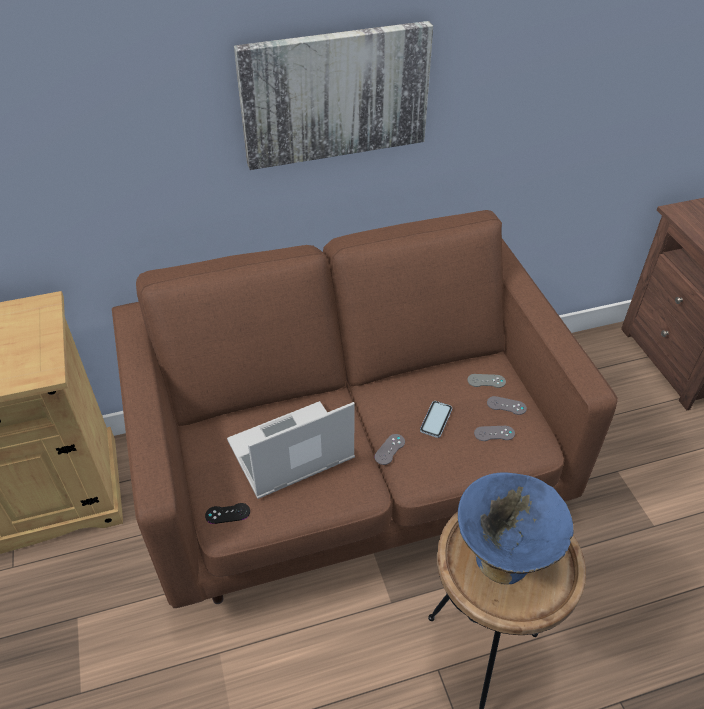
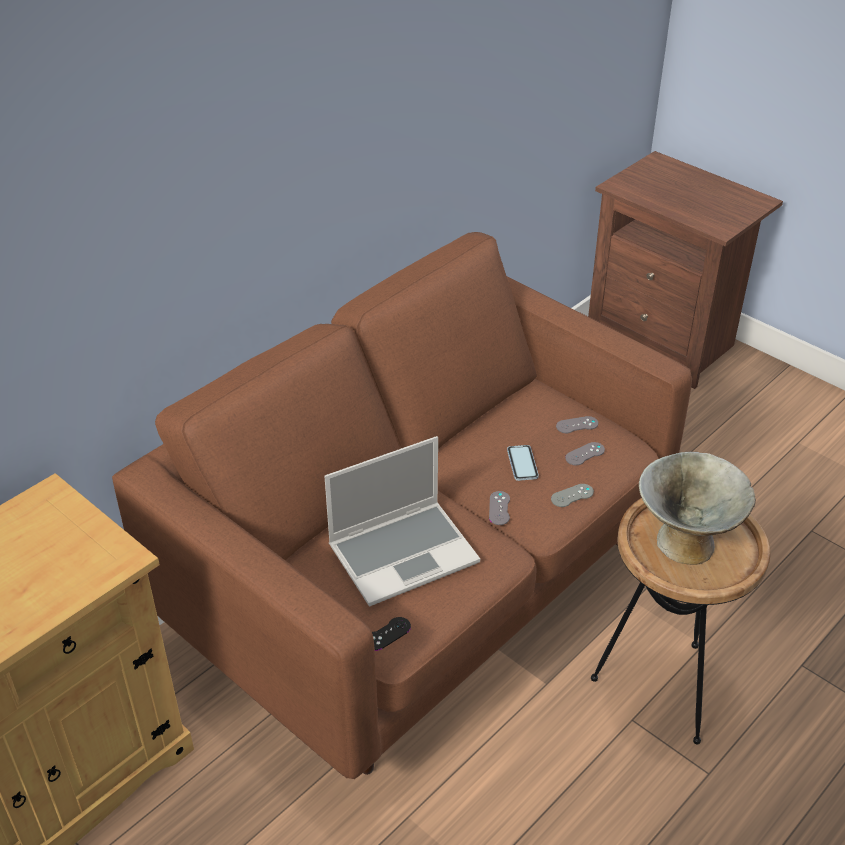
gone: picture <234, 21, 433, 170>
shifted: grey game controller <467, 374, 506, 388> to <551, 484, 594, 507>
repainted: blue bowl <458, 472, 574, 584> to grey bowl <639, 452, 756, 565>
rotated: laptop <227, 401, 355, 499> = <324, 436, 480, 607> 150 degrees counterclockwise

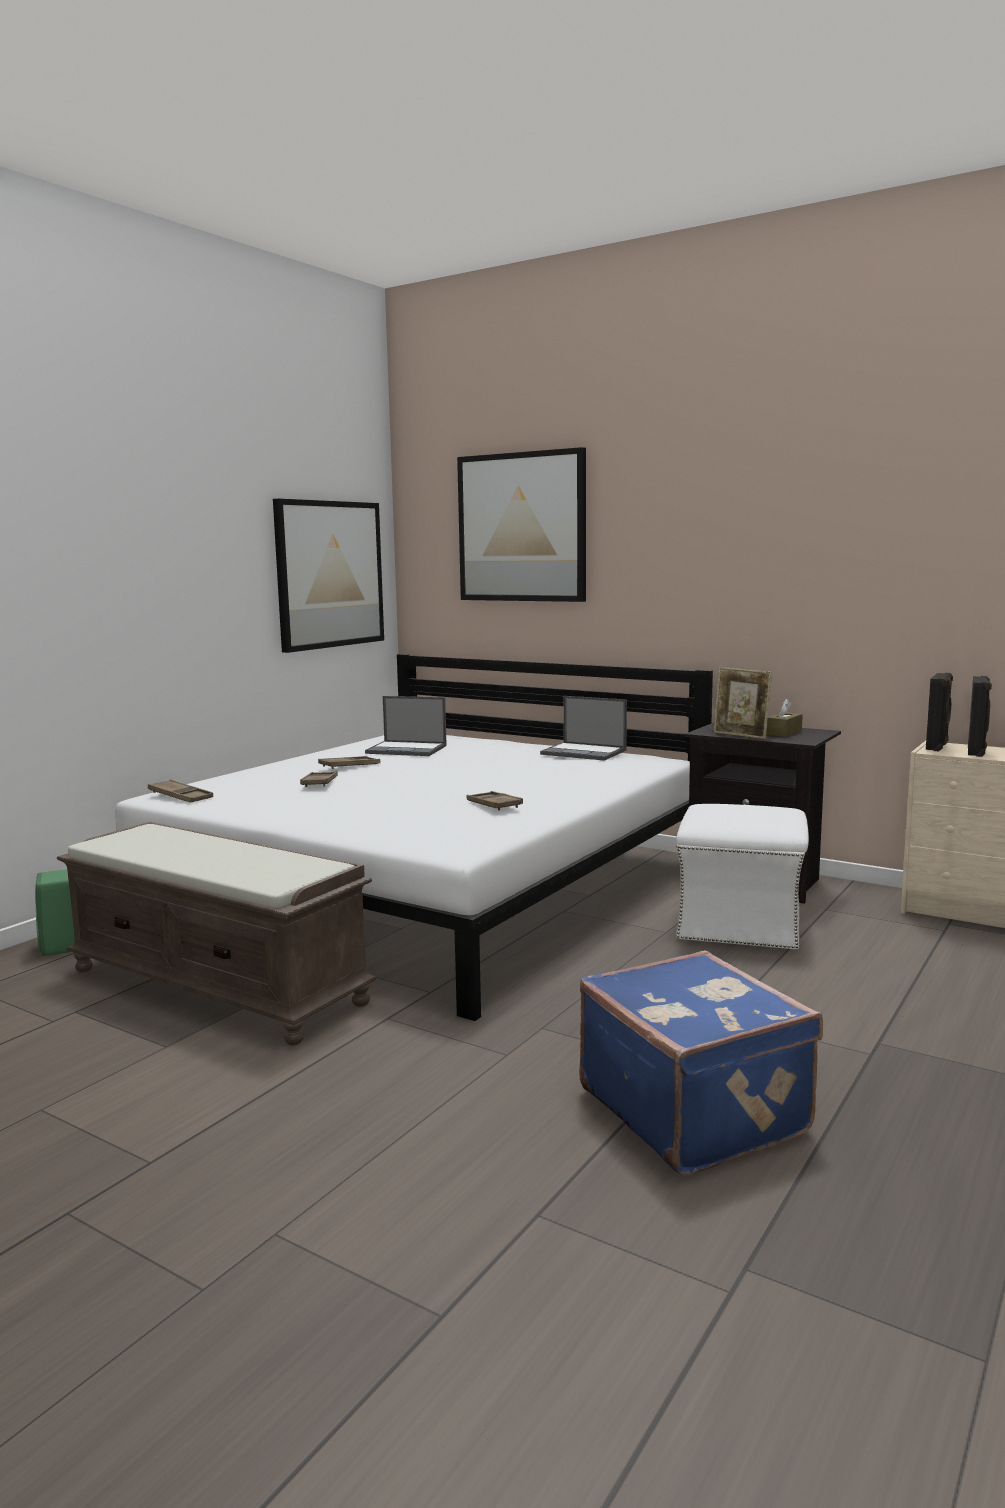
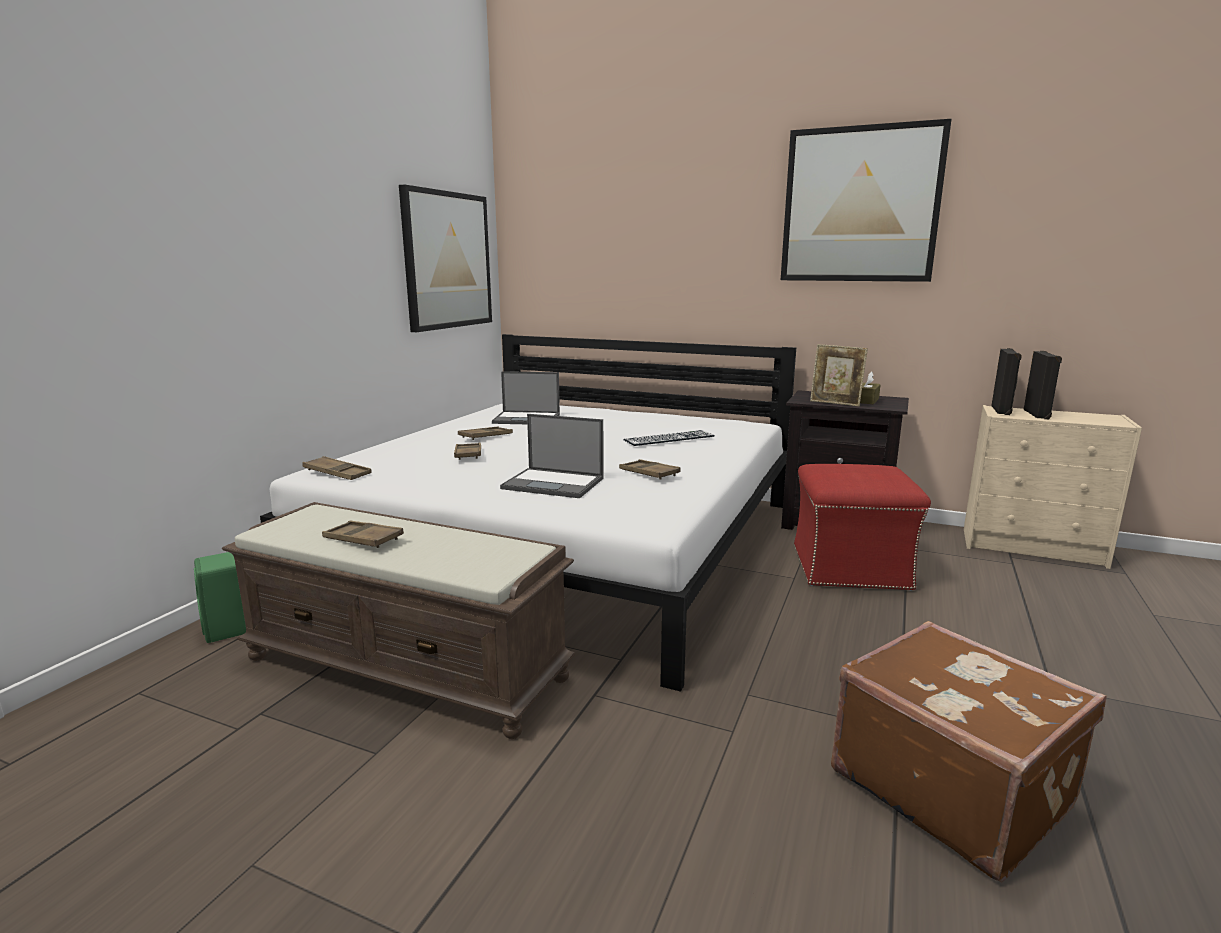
new: brown tray <322, 521, 404, 548>; keyboard <623, 430, 715, 446>
shifted: laptop <540, 696, 627, 761> to <500, 414, 604, 498>; picture <457, 447, 586, 602> to <781, 119, 951, 282>
repainted: white ottoman <676, 804, 809, 950> to red ottoman <794, 464, 931, 591>; blue suitcase <580, 950, 823, 1175> to brown suitcase <831, 621, 1107, 882>

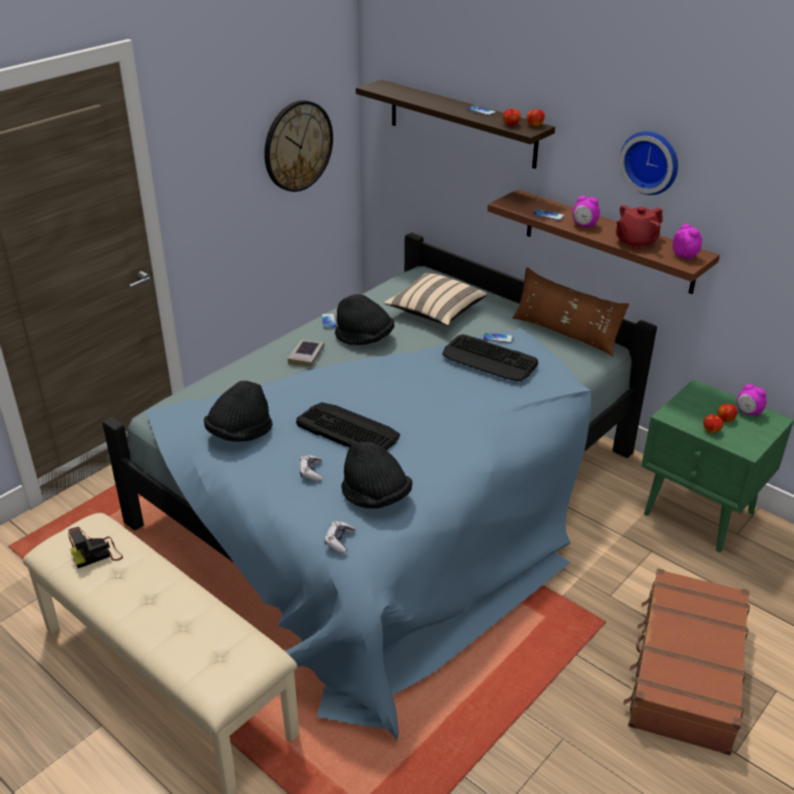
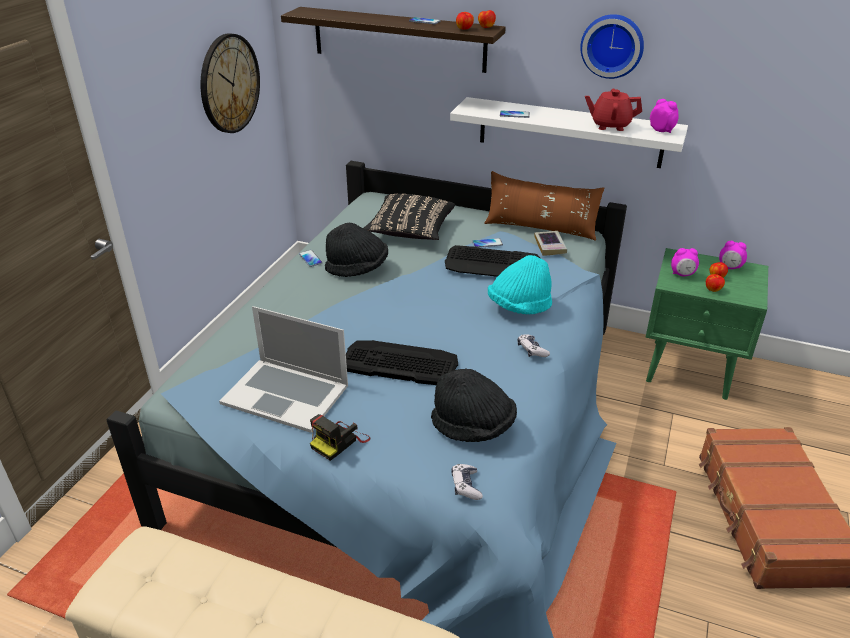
new: turquoise hat <488, 255, 552, 314>
shifted: photo camera <68, 527, 123, 568> to <310, 414, 371, 461>; game controller <300, 455, 322, 482> to <517, 334, 550, 357>; book <287, 340, 325, 366> to <534, 231, 567, 256>; alarm clock <572, 196, 600, 227> to <671, 248, 699, 276>
swapped: black hat <204, 380, 273, 442> to laptop <219, 306, 348, 433>
repainted: beige pillow <384, 273, 487, 326> to black pillow <364, 194, 455, 240>; brown shelf <487, 189, 720, 294> to white shelf <450, 97, 688, 168>
rotated: red teapot <616, 205, 663, 250> = <585, 89, 642, 131> 60 degrees clockwise

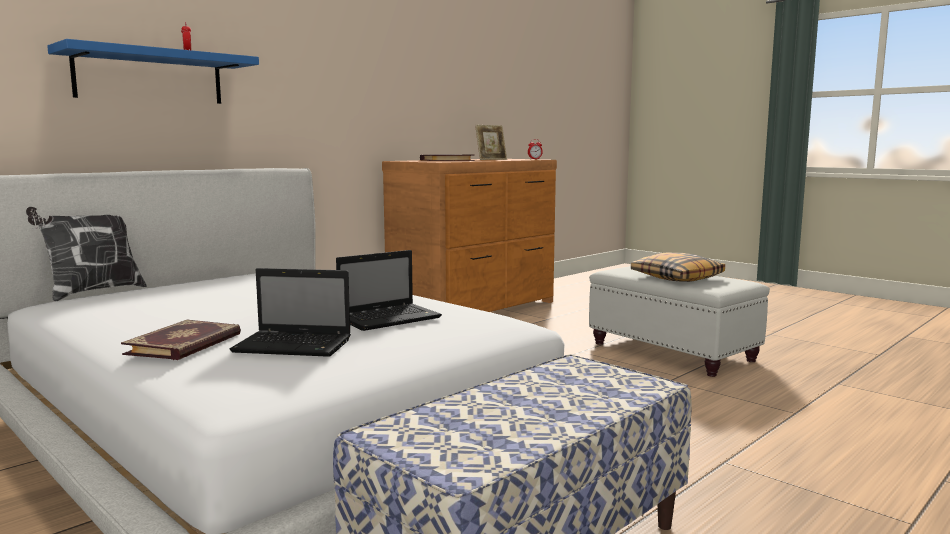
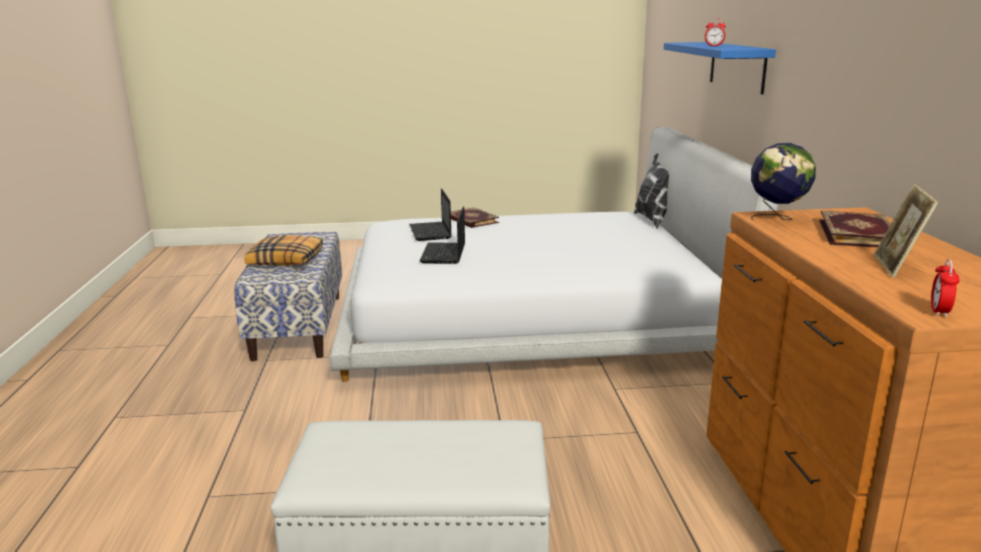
new: globe <750, 143, 816, 220>
shifted: pillow <631, 253, 725, 282> to <244, 235, 323, 266>
rotated: laptop <229, 268, 351, 357> = <409, 188, 451, 241> 60 degrees counterclockwise

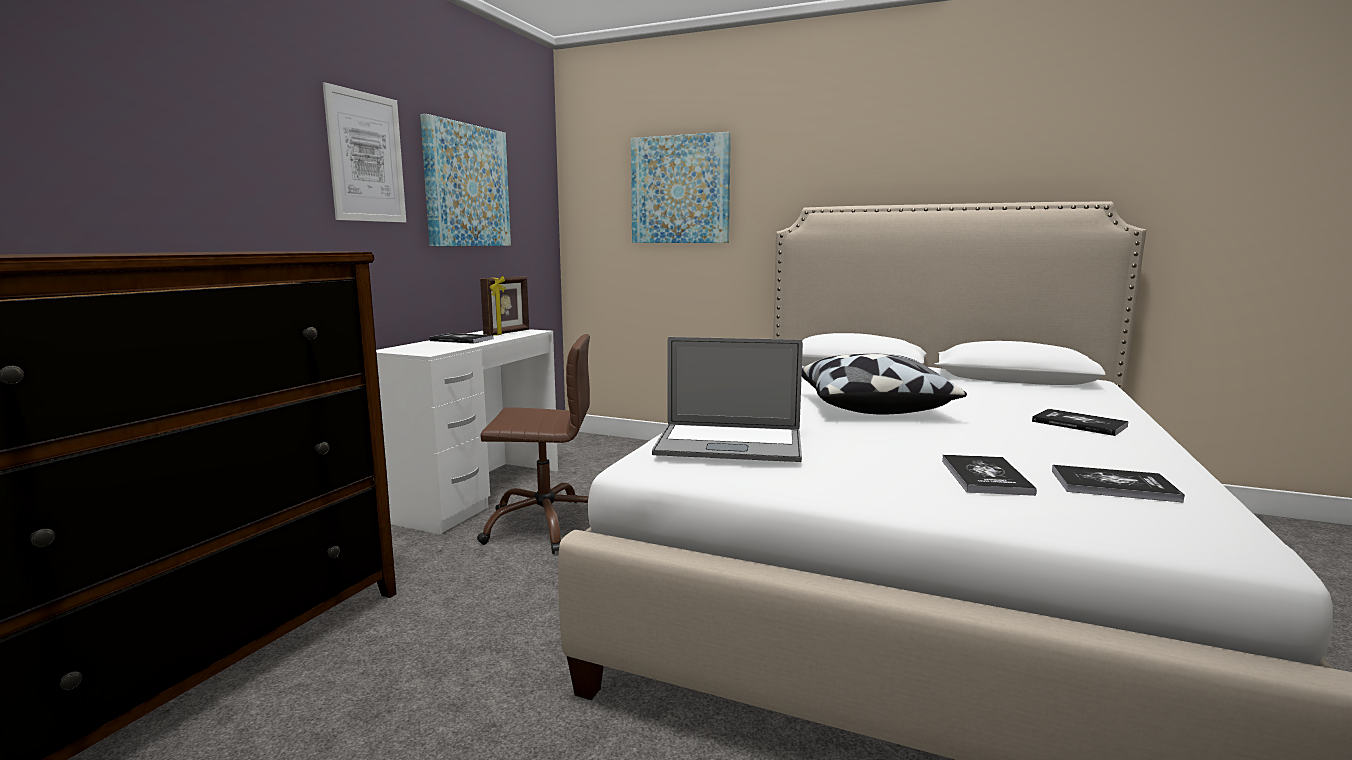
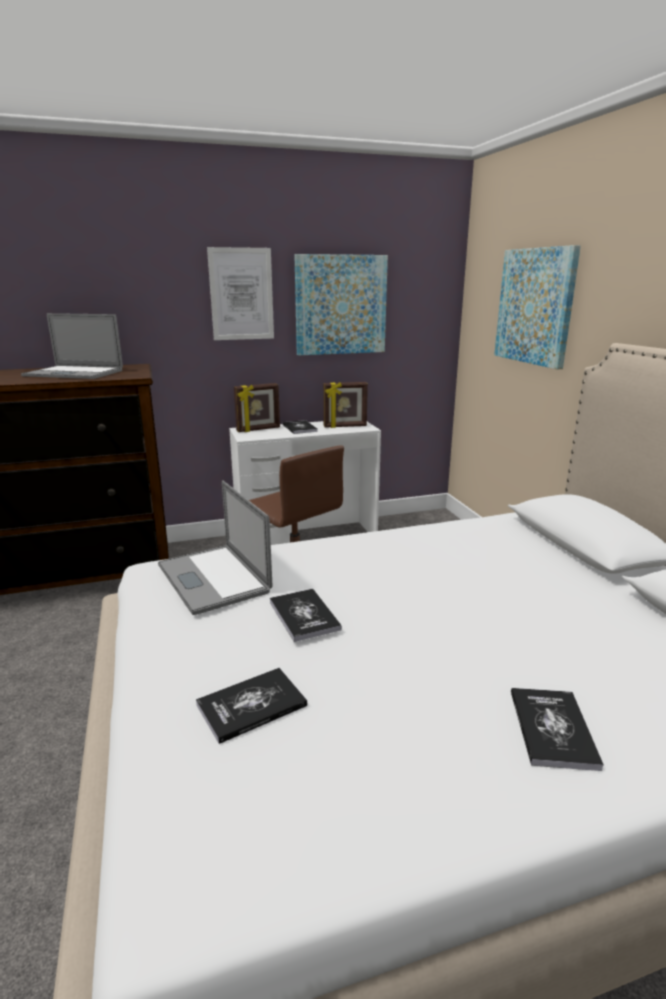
gone: pillow <802, 354, 967, 414>
new: laptop <21, 313, 123, 379>; picture frame <234, 383, 280, 432>
shifted: book <1052, 465, 1185, 503> to <270, 589, 342, 642>

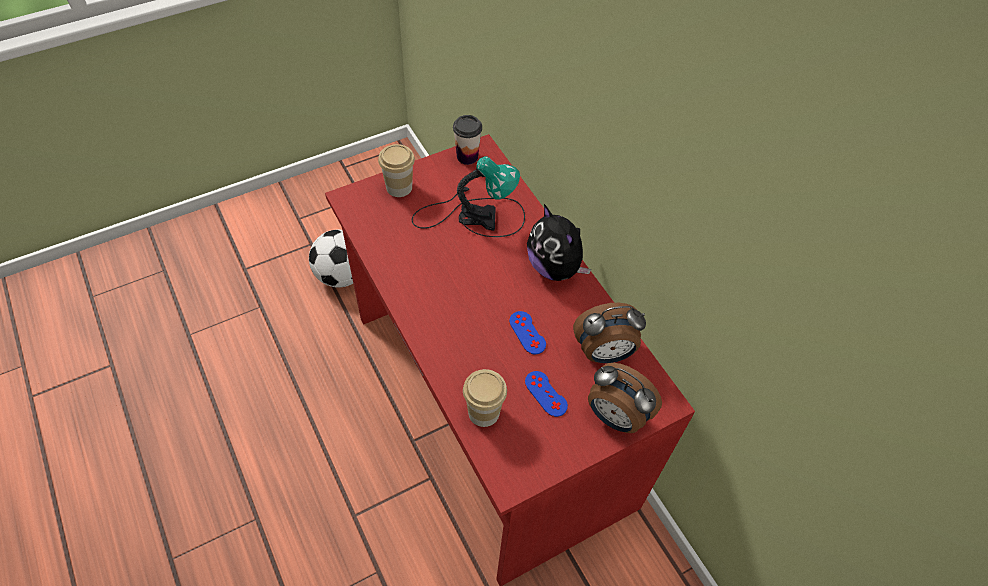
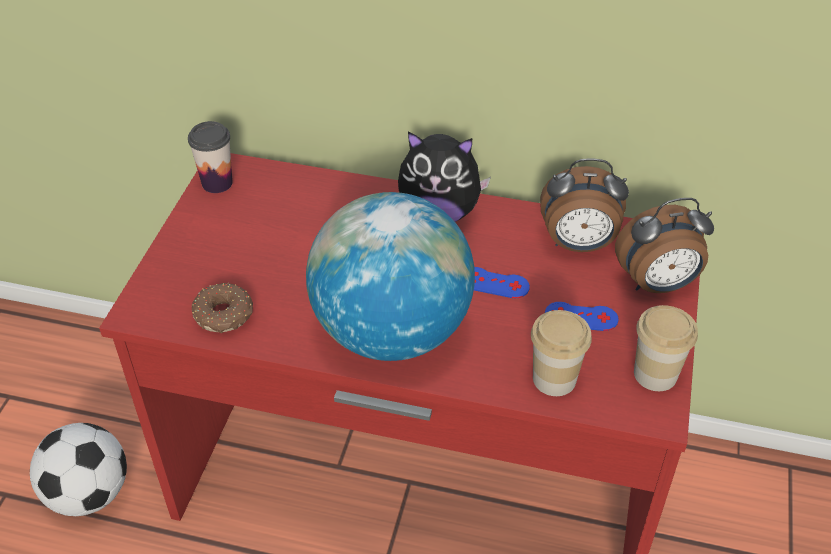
gone: table lamp <412, 156, 525, 237>
new: donut <192, 283, 253, 333>; globe <306, 192, 475, 361>
shifted: cup <378, 144, 415, 197> to <634, 305, 698, 391>
rotated: alarm clock <573, 303, 646, 363> = <540, 158, 629, 252> 60 degrees clockwise

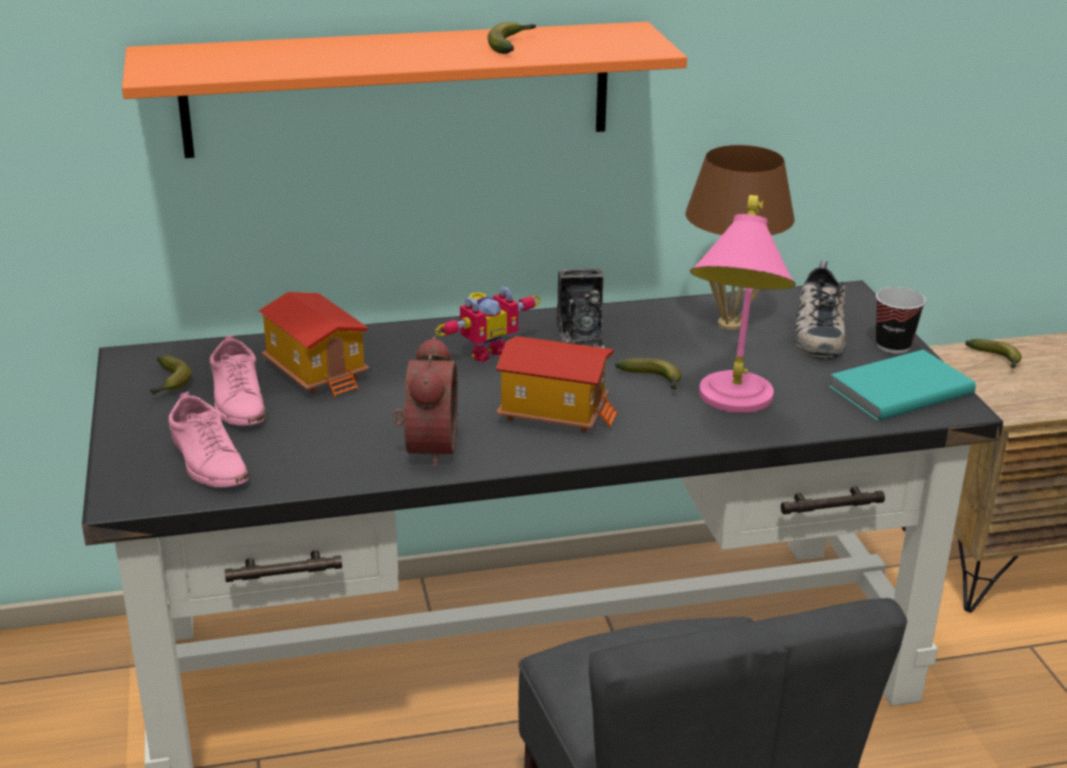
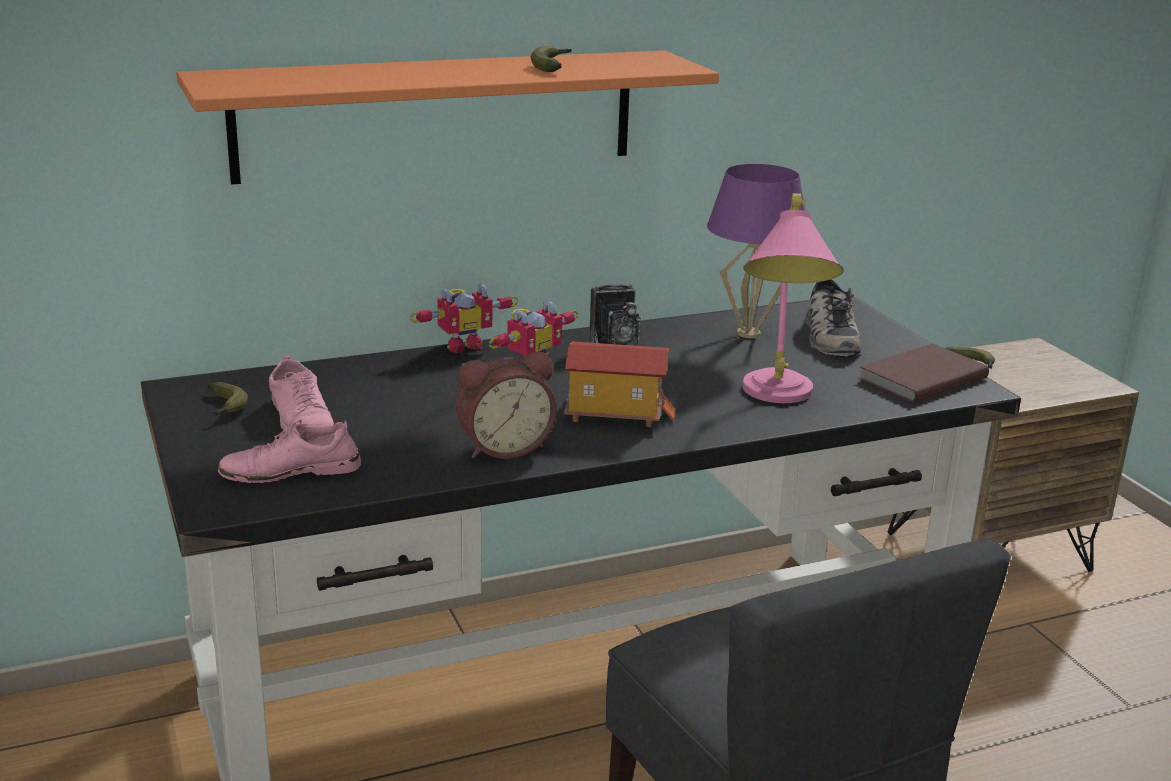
gone: toy house <259, 292, 369, 397>; banana <615, 358, 681, 390>; cup <876, 287, 926, 353>
new: toy robot <409, 283, 519, 353>
repainted: brown table lamp <685, 145, 794, 330> to purple table lamp <707, 164, 805, 338>; turquoise book <829, 350, 976, 421> to brown book <858, 343, 989, 403>
rotated: pink shoe <169, 392, 249, 487> = <218, 420, 361, 483> 120 degrees clockwise; alarm clock <393, 336, 458, 467> = <456, 351, 557, 459> 75 degrees clockwise

